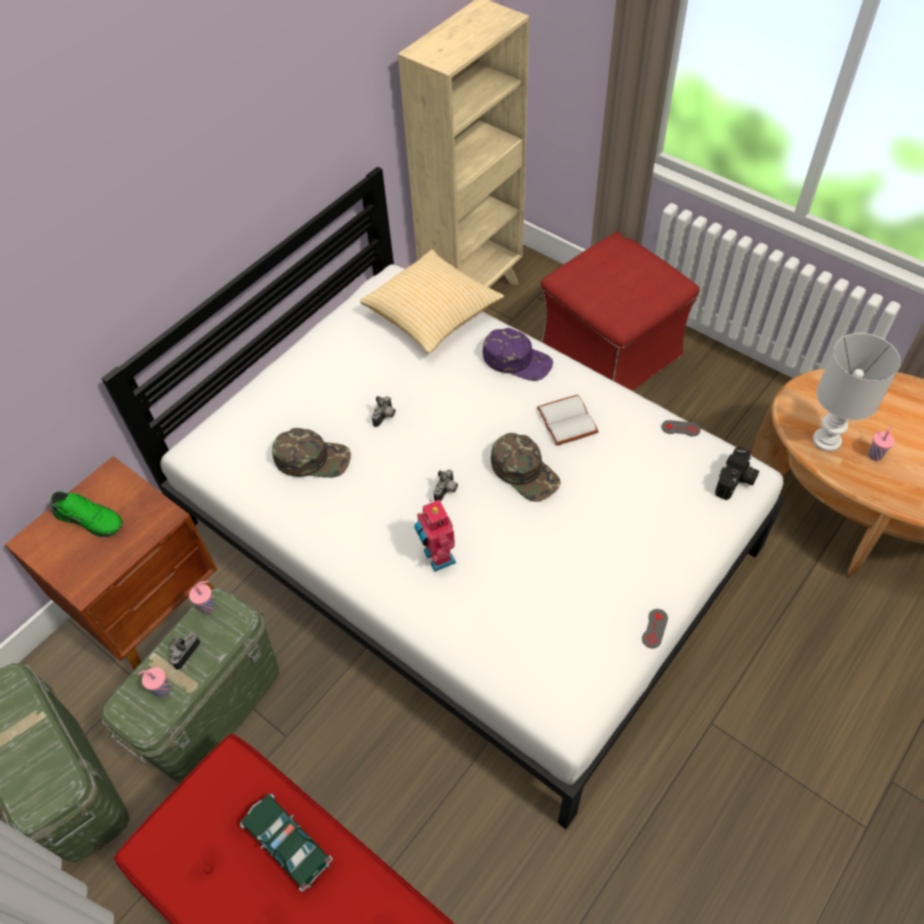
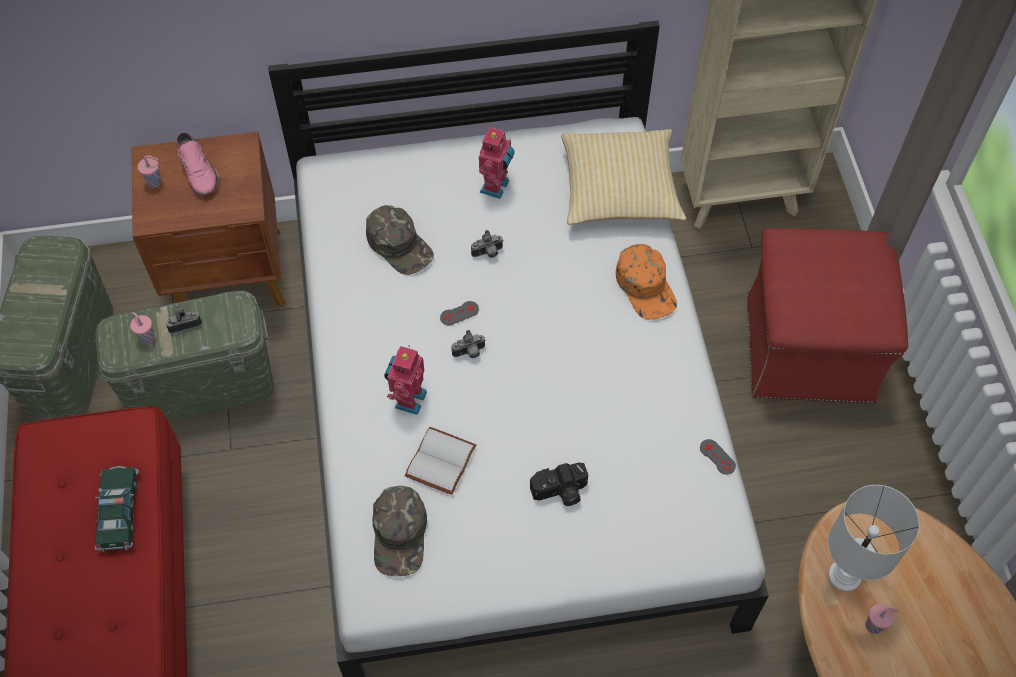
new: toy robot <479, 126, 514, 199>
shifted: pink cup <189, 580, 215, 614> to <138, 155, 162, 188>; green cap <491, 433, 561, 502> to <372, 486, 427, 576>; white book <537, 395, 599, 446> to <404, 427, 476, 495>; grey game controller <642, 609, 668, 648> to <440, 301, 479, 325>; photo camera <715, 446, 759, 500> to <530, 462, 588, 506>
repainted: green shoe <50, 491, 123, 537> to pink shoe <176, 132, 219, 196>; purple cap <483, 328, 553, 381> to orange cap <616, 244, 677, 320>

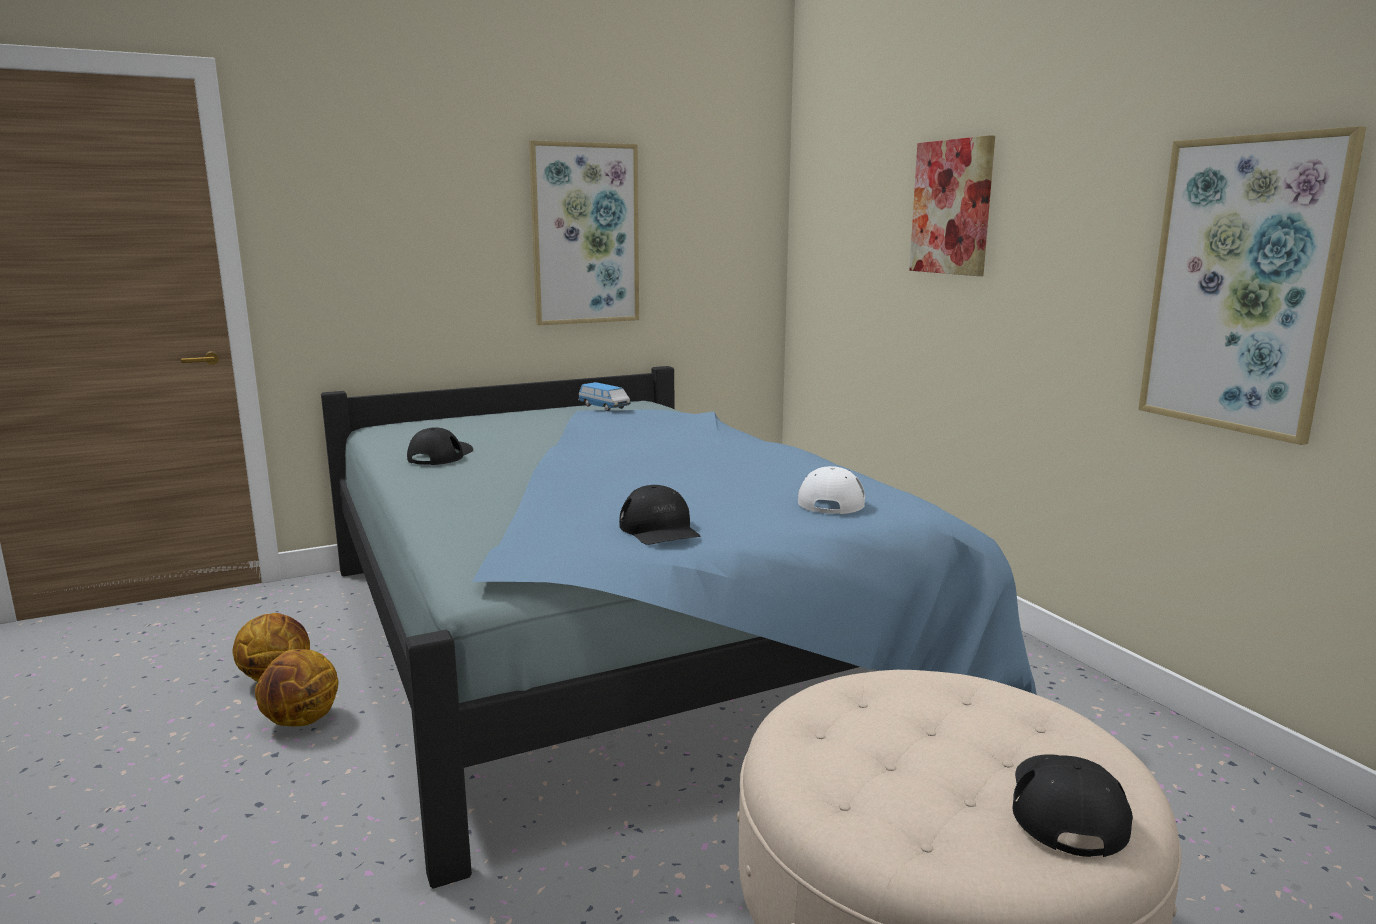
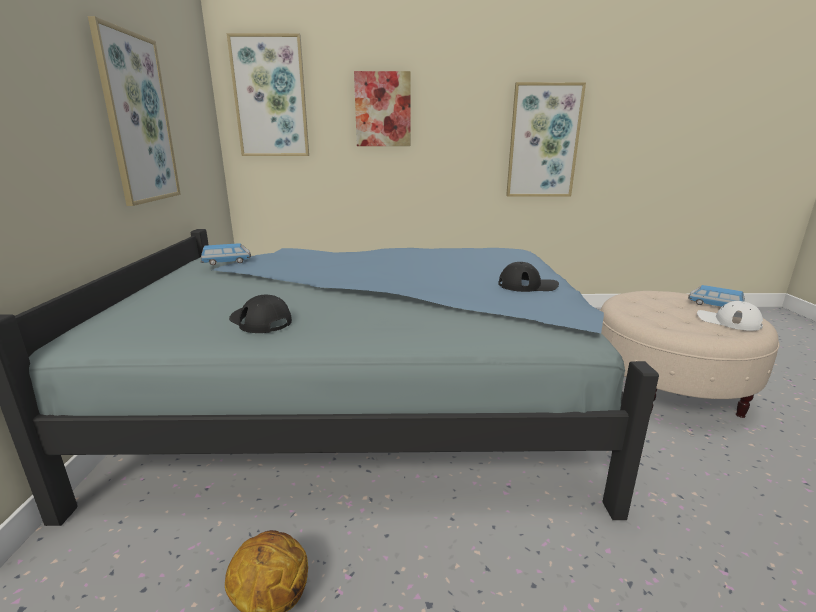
gone: basketball <255, 649, 338, 726>
new: picture <227, 33, 309, 156>
shifted: white cap <798, 466, 865, 514> to <697, 301, 763, 331>
swapped: black cap <1012, 754, 1133, 857> to toy car <688, 285, 745, 307>

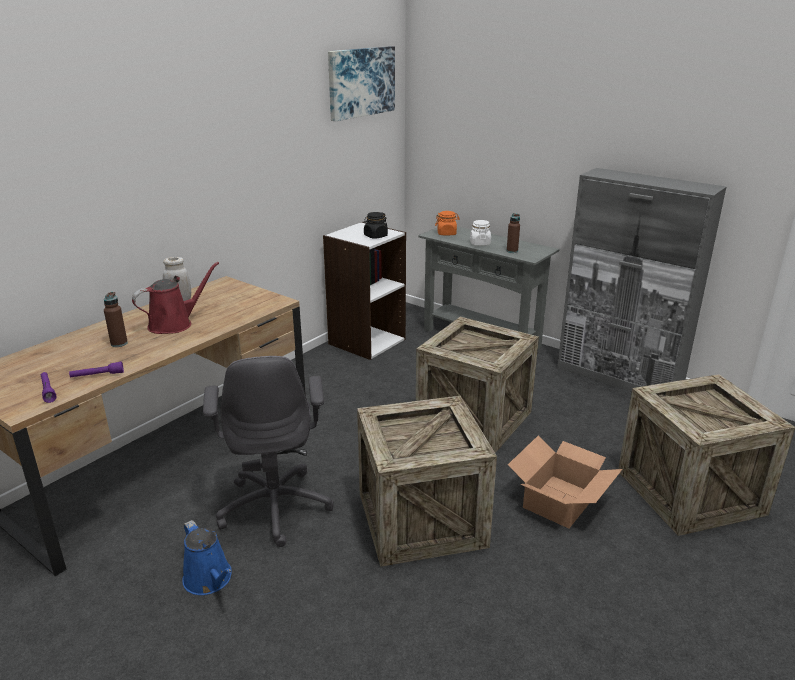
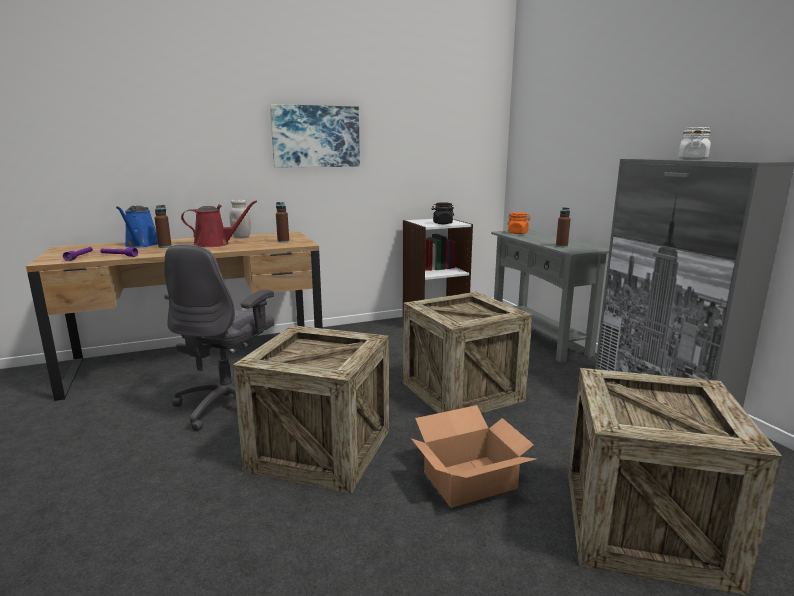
new: brown bottle <276, 202, 289, 243>
shifted: blue watering can <182, 520, 232, 595> to <116, 206, 158, 248>; picture <328, 46, 395, 121> to <270, 104, 360, 167>; white jar <470, 220, 491, 246> to <678, 127, 711, 160>

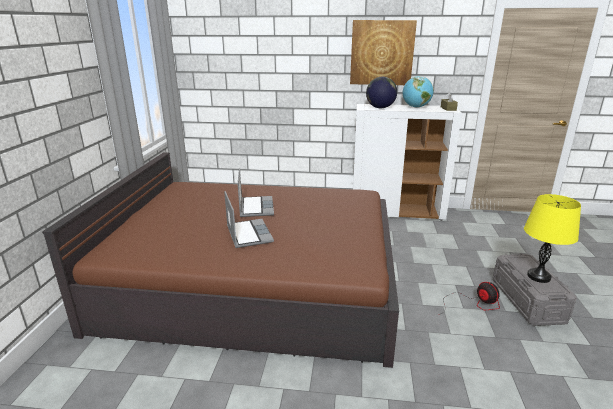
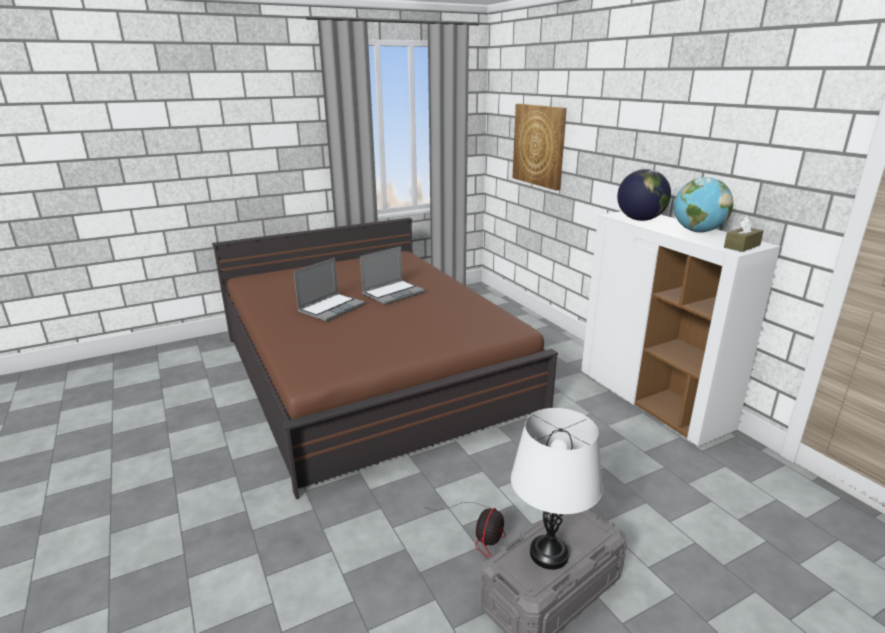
shifted: picture <350, 20, 417, 85> to <512, 104, 567, 191>
repainted: yellow table lamp <524, 194, 581, 283> to white table lamp <511, 408, 603, 570>

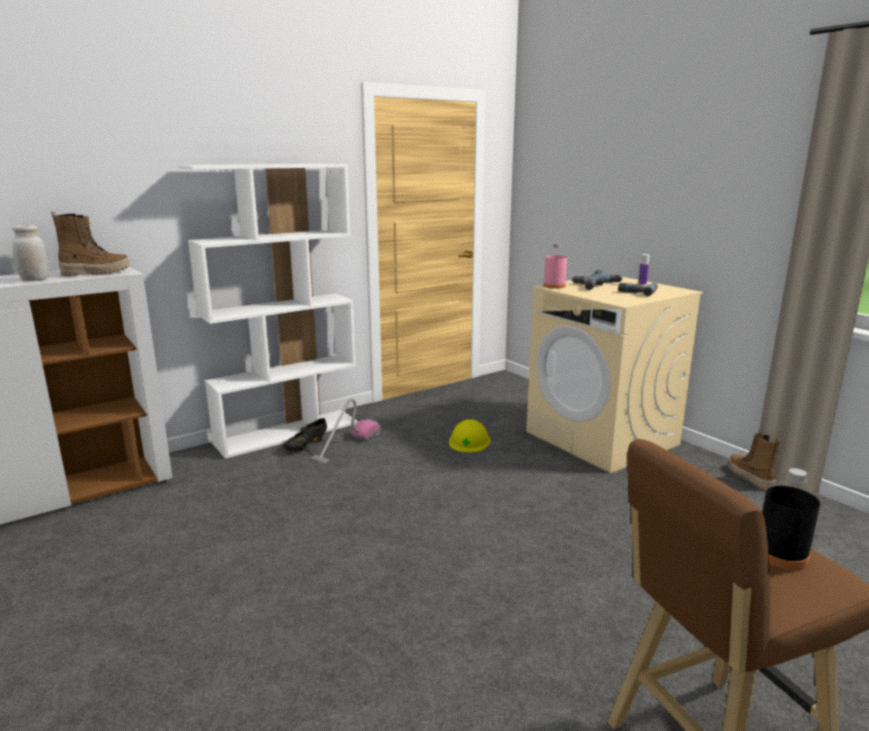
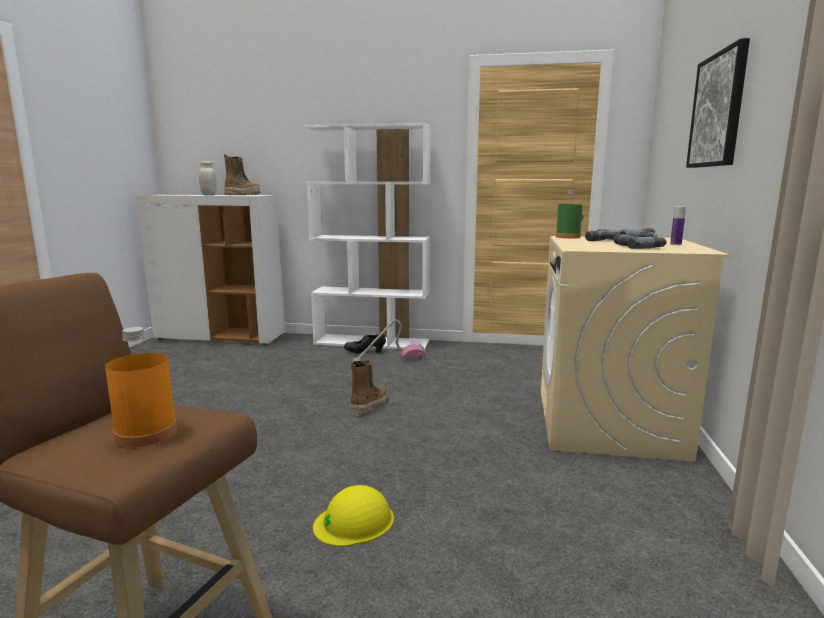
new: picture <686, 38, 750, 168>
shifted: yellow hard hat <449, 419, 490, 453> to <313, 485, 394, 547>; boot <728, 433, 780, 491> to <351, 361, 388, 417>
repainted: black bottle <762, 468, 820, 570> to orange bottle <105, 327, 177, 447>; pink bottle <544, 244, 567, 289> to green bottle <556, 190, 583, 239>

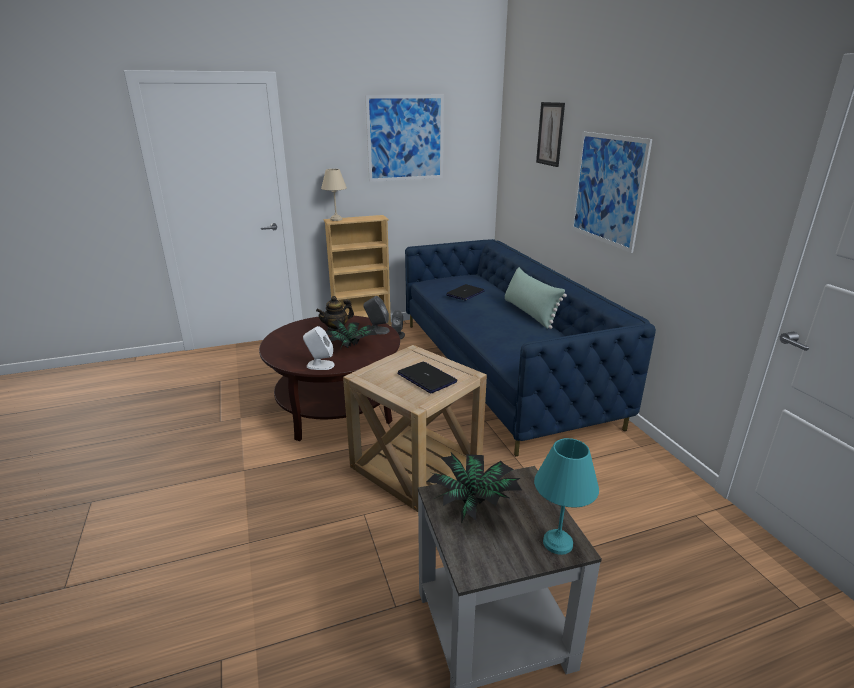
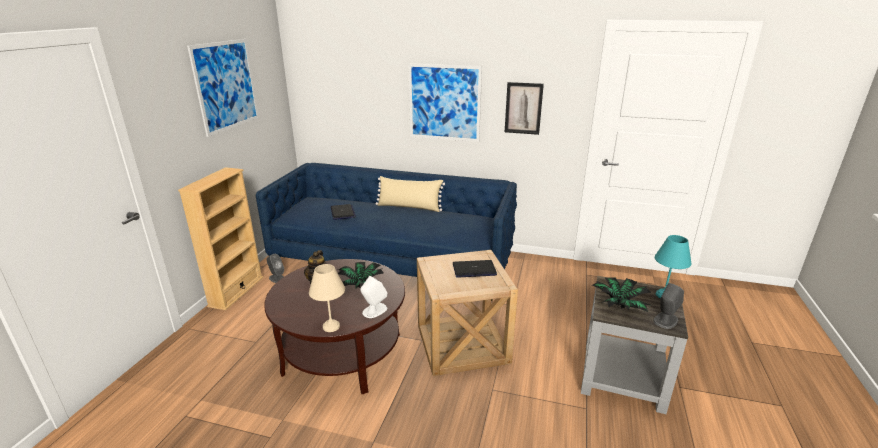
shifted: beige table lamp <321, 169, 347, 221> to <309, 264, 345, 332>; picture <536, 102, 565, 167> to <505, 82, 544, 135>; grey speaker <363, 296, 390, 334> to <653, 283, 684, 329>
repainted: green pillow <505, 267, 567, 329> to beige pillow <376, 176, 445, 212>

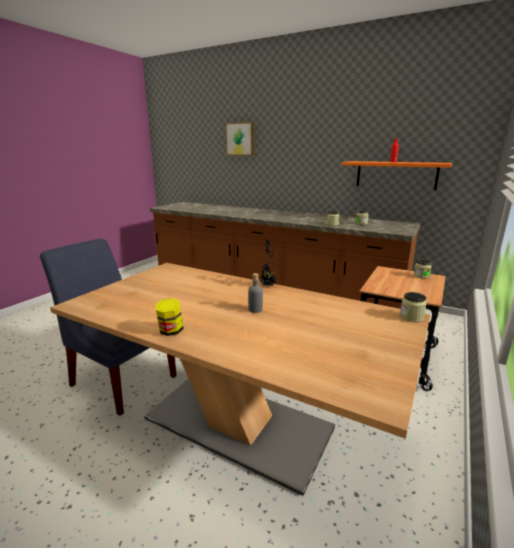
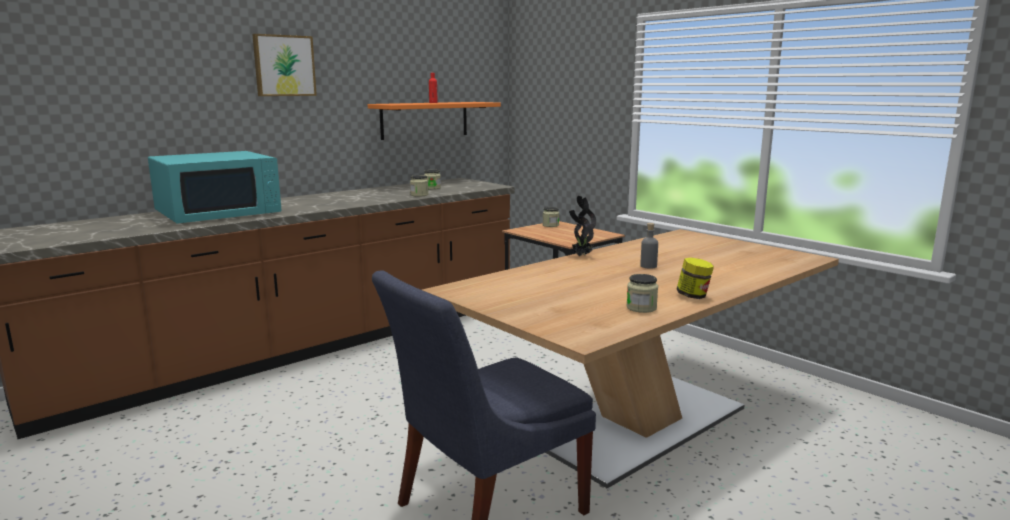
new: turquoise microwave <148, 151, 281, 224>
shifted: picture <226, 122, 254, 155> to <252, 34, 317, 96>; jar <400, 292, 427, 322> to <626, 274, 658, 313>

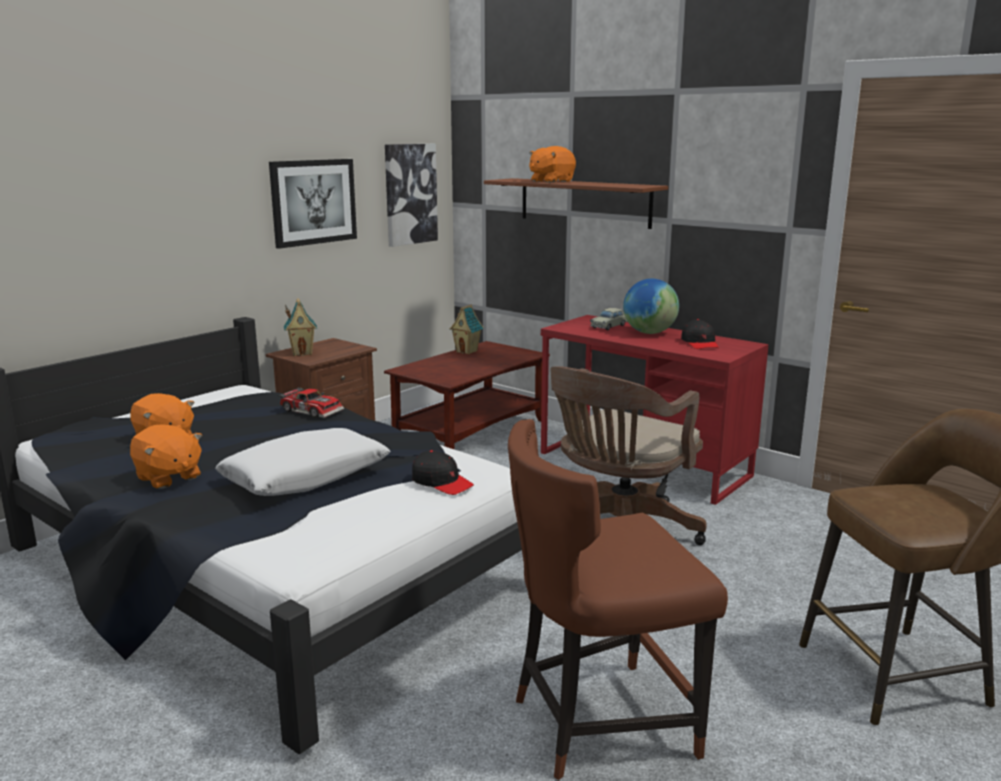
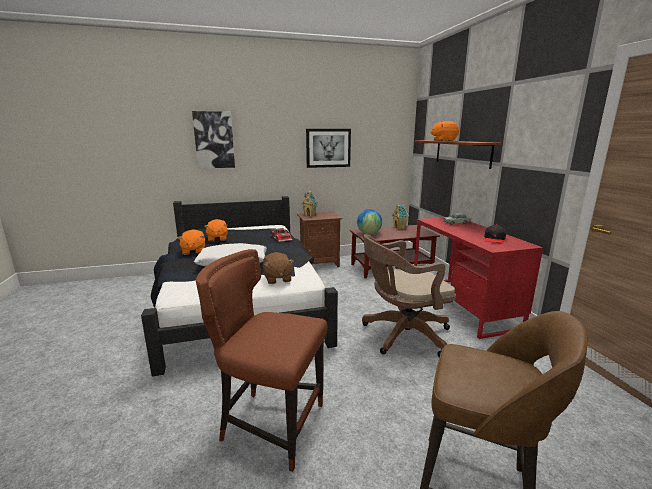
shifted: picture <385, 144, 438, 247> to <192, 111, 235, 169>; globe <623, 279, 679, 334> to <357, 209, 382, 234>
swapped: black cap <412, 450, 474, 495> to brown plush toy <263, 252, 294, 284>

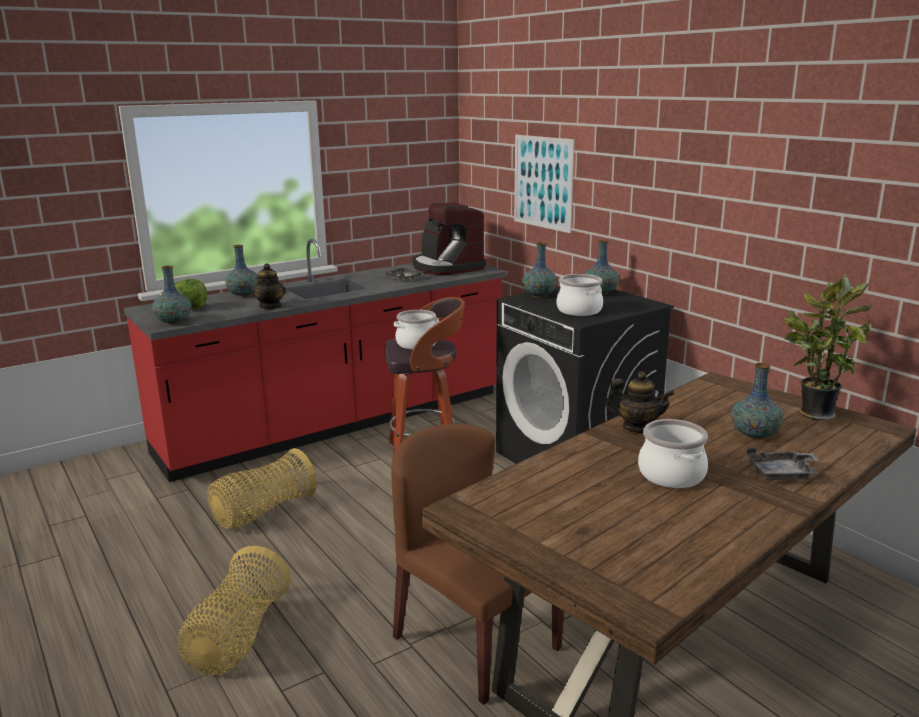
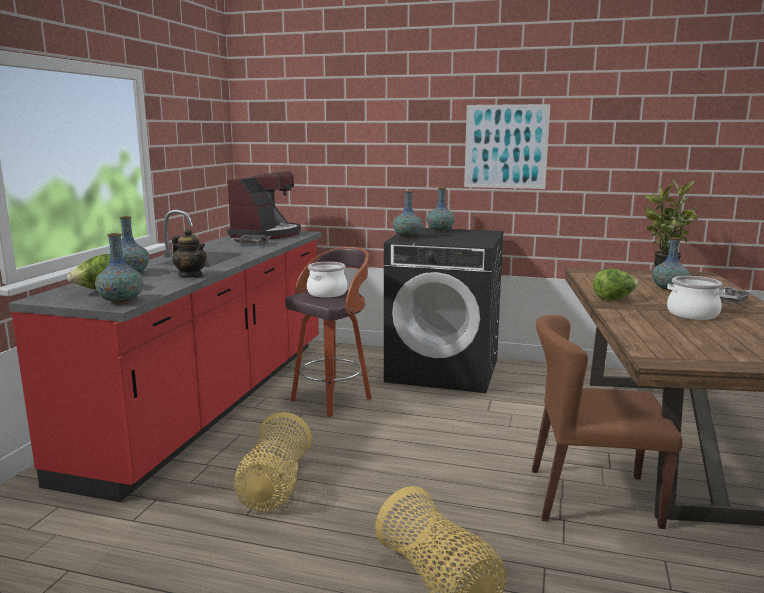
gone: cooking pot <557, 274, 603, 316>
shifted: picture <514, 135, 575, 233> to <464, 104, 550, 189>
swapped: teapot <605, 371, 674, 433> to lettuce <593, 269, 639, 301>
rotated: coffee machine <413, 202, 486, 275> = <227, 171, 301, 239> 90 degrees counterclockwise

